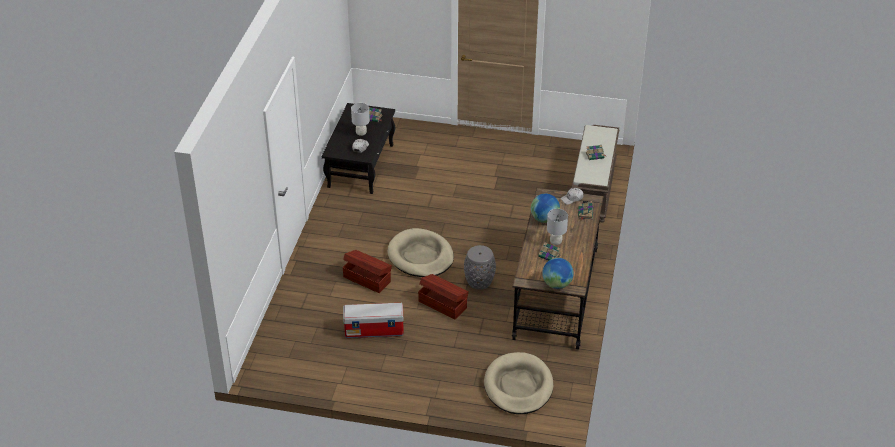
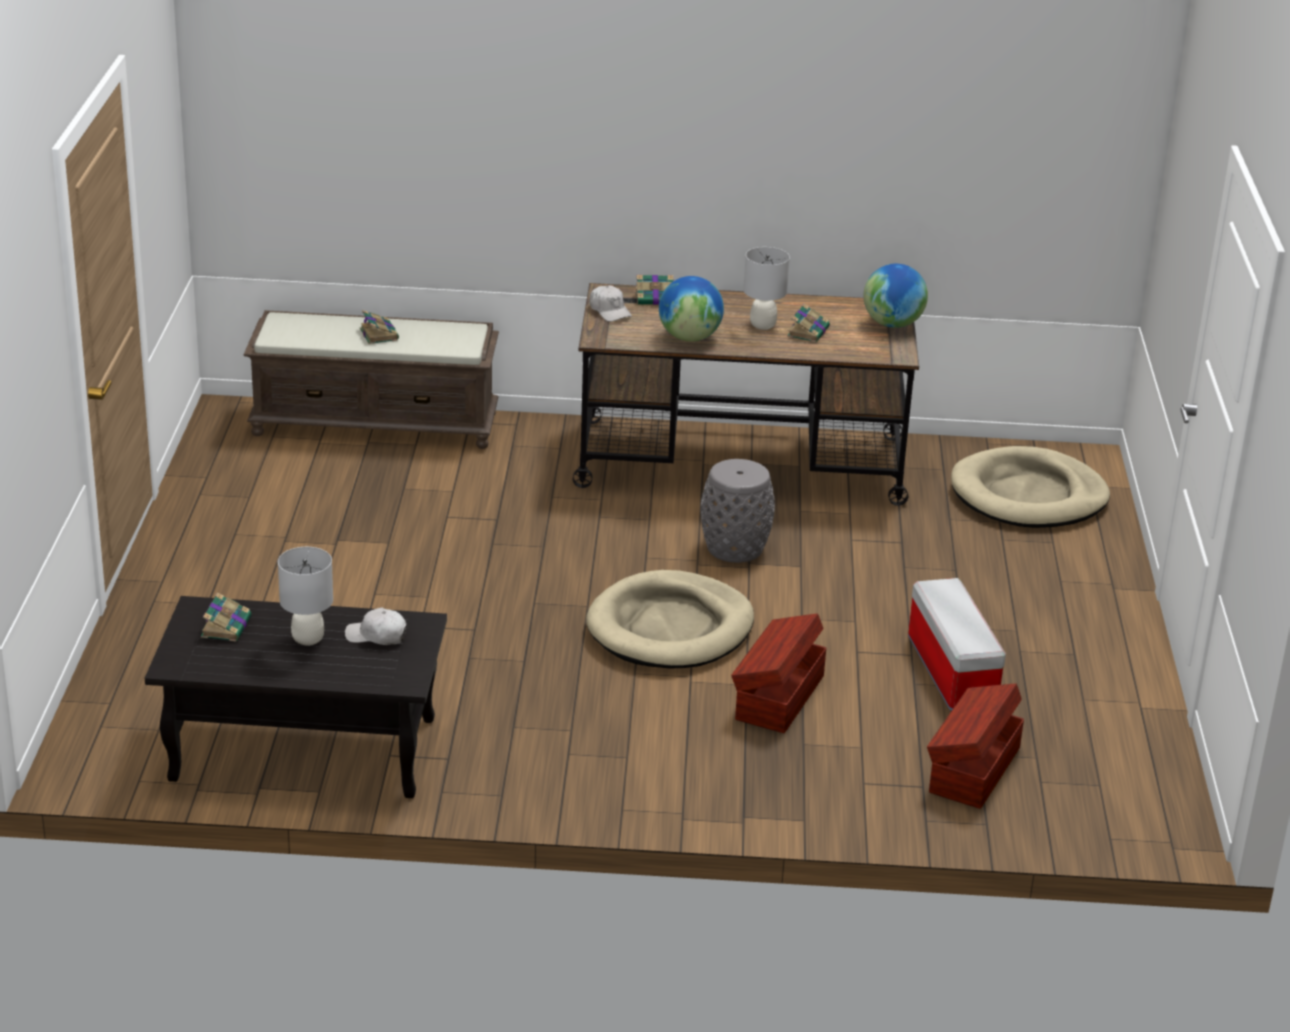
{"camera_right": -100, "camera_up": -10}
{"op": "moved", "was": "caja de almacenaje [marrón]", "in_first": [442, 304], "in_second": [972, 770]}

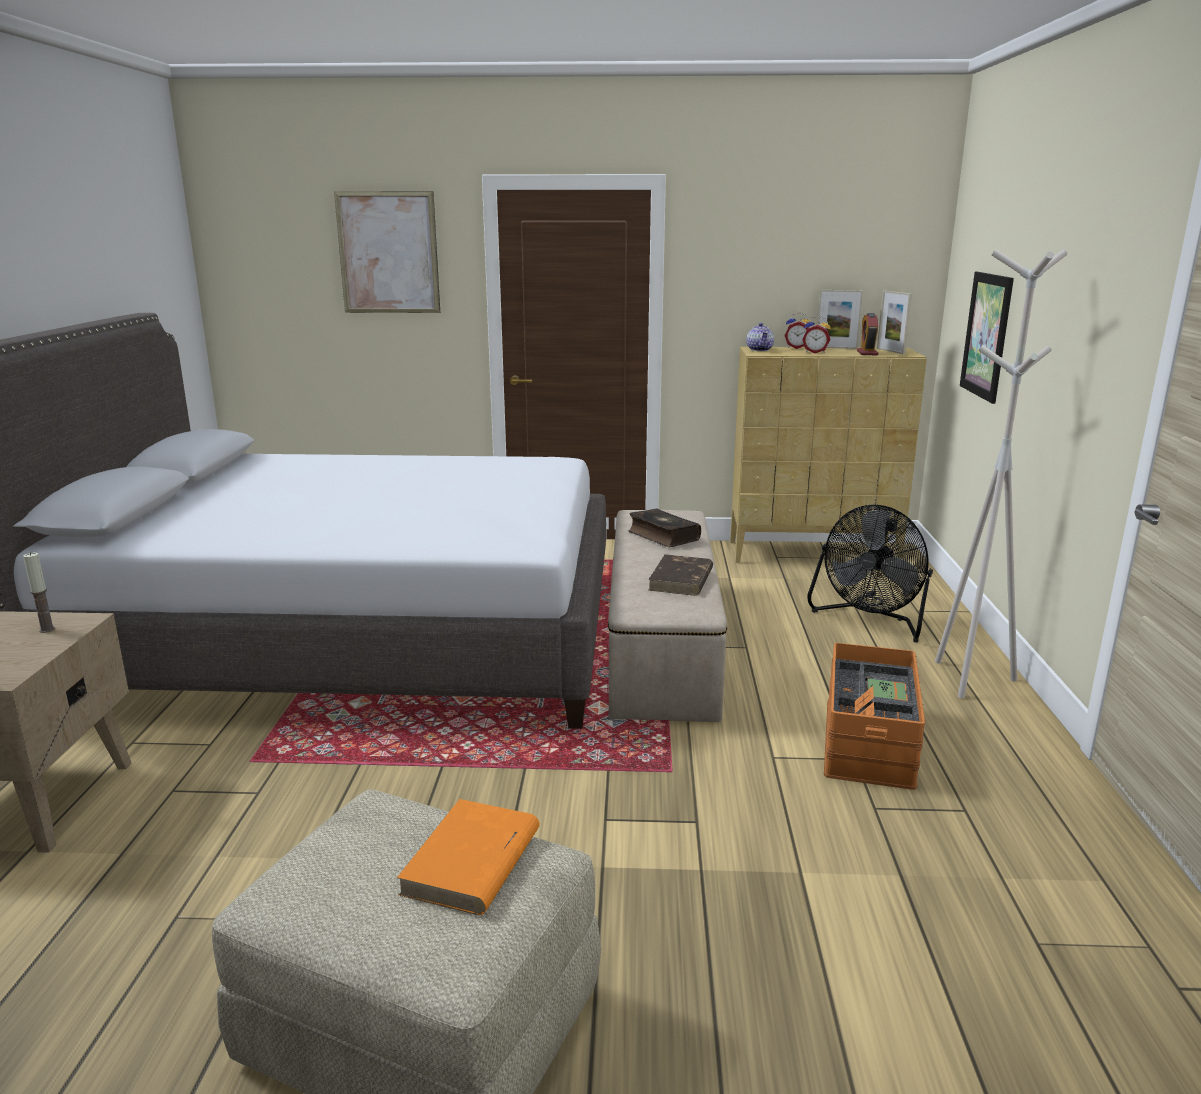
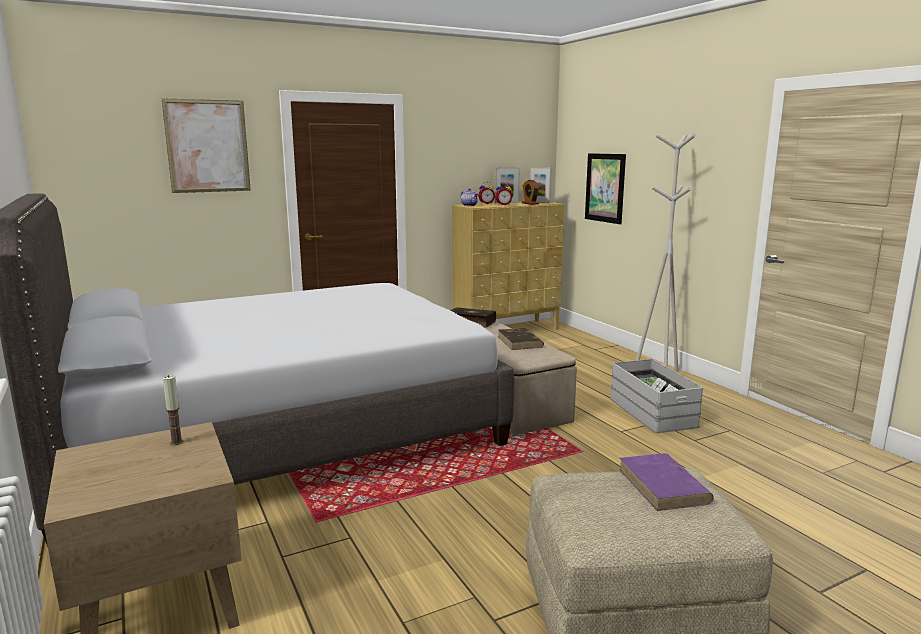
{"camera_right": -30, "camera_up": -5}
{"op": "removed", "was": "ventilador [negro]", "in_first": [869, 618]}
{"op": "recoloured", "was": "libro [naranja]", "now": "libro [morado]", "in_first": [471, 863], "in_second": [663, 486]}
{"op": "recoloured", "was": "caja de almacenaje [naranja]", "now": "caja de almacenaje [gris]", "in_first": [870, 741], "in_second": [653, 412]}

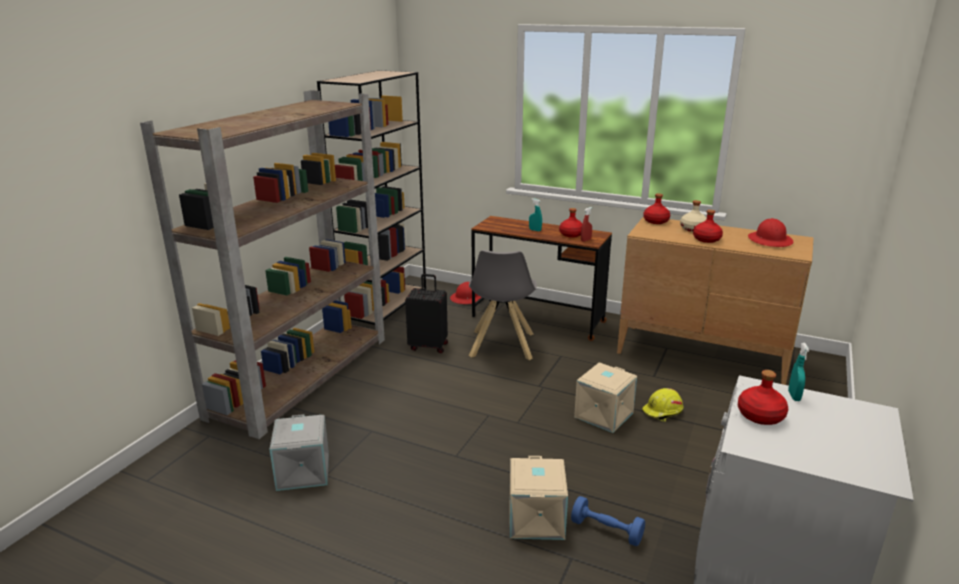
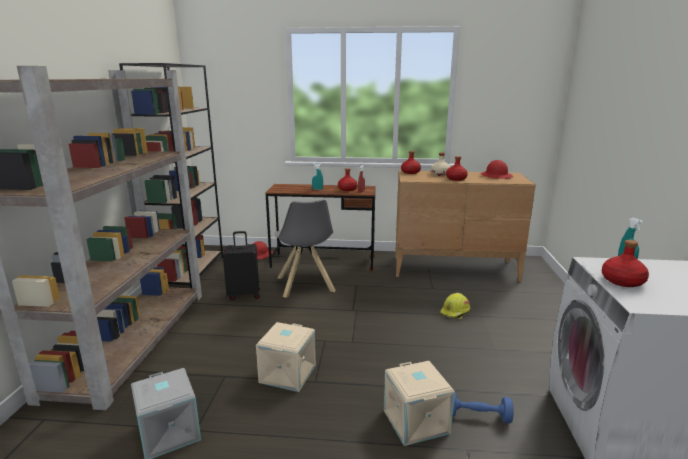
{"camera_right": -20, "camera_up": -5}
{"op": "moved", "was": "caja de almacenaje [beis]", "in_first": [603, 414], "in_second": [287, 373]}

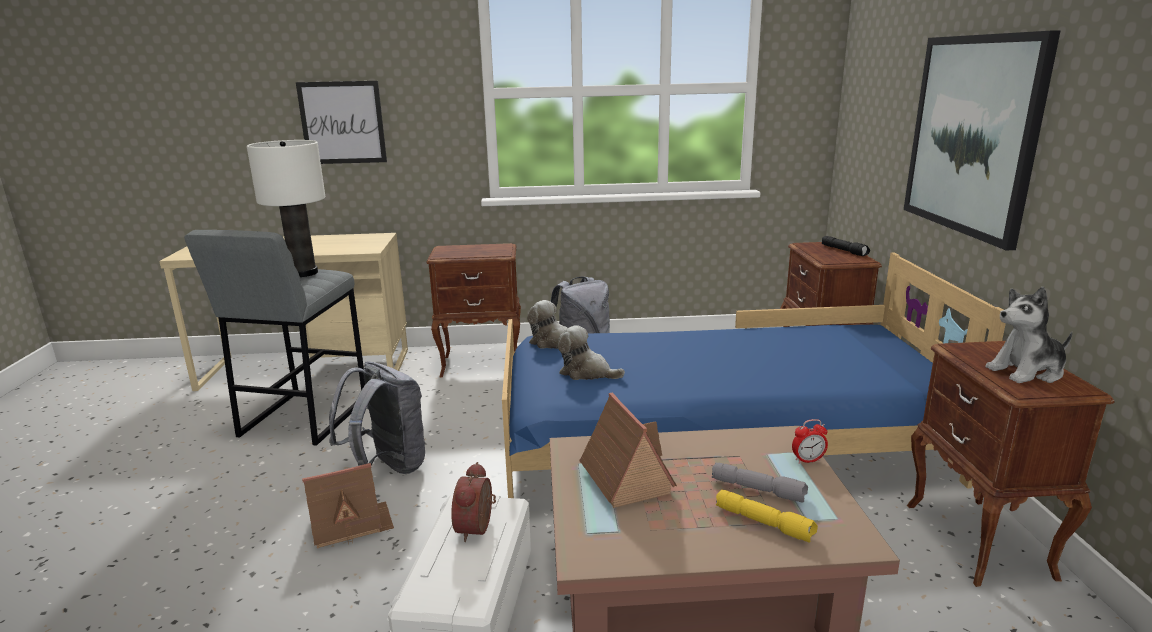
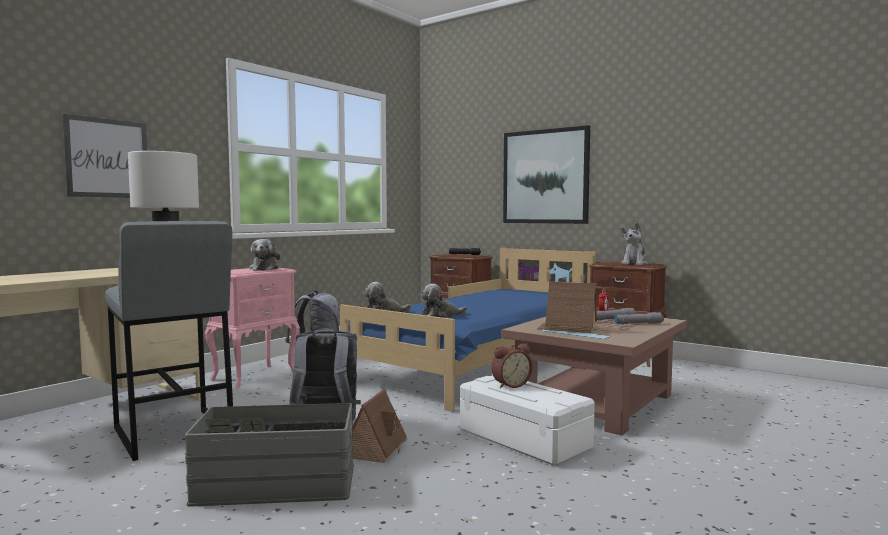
{"camera_right": -50, "camera_up": -15}
{"op": "added", "now": "caja de almacenaje [gris]", "in_second": [275, 484]}
{"op": "added", "now": "peluche", "in_second": [264, 269]}
{"op": "recoloured", "was": "mesita de noche [marrón]", "now": "mesita de noche [rosa]", "in_first": [481, 365], "in_second": [254, 376]}
{"op": "recoloured", "was": "linterna [amarillo]", "now": "linterna [gris]", "in_first": [765, 523], "in_second": [638, 324]}
{"op": "turned", "was": "despertador", "in_first": [478, 528], "in_second": [510, 385], "clockwise": -75}

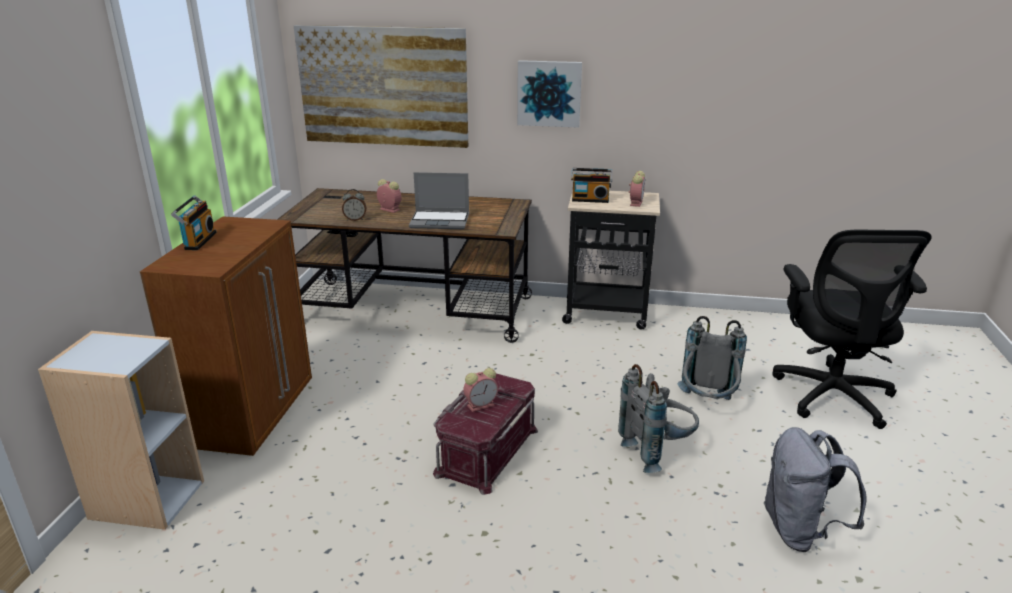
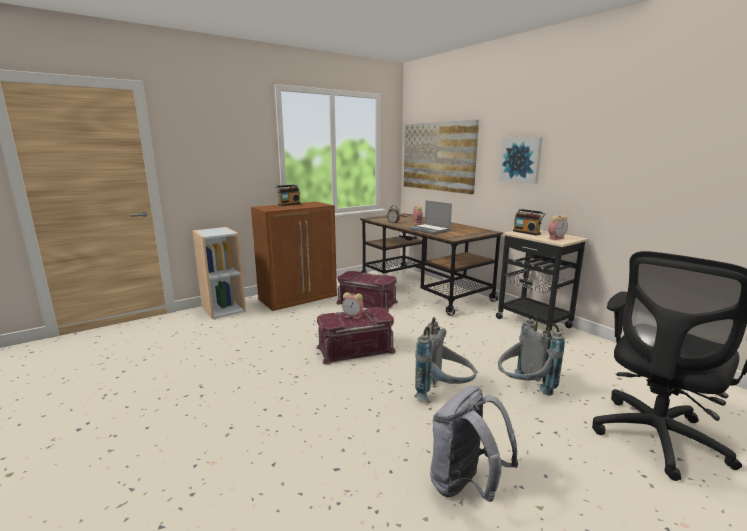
{"camera_right": 45, "camera_up": -10}
{"op": "added", "now": "caja de almacenaje [rojo]", "in_second": [367, 302]}

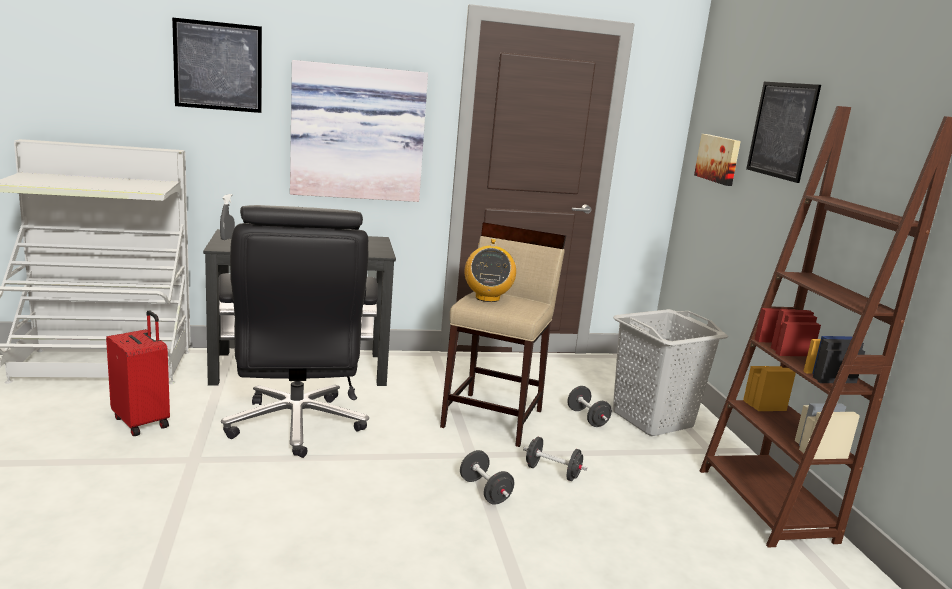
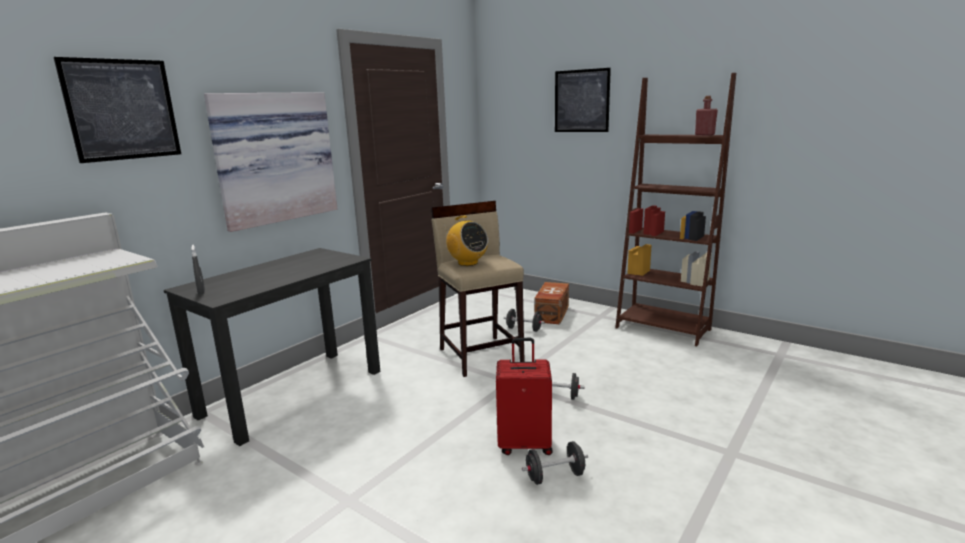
{"camera_right": -40, "camera_up": 0}
{"op": "removed", "was": "silla de oficina [negro]", "in_first": [296, 429]}
{"op": "removed", "was": "cuadro", "in_first": [719, 159]}
{"op": "added", "now": "botella [rojo]", "in_second": [704, 135]}
{"op": "moved", "was": "maleta [rojo]", "in_first": [142, 422], "in_second": [525, 444]}
{"op": "moved", "was": "mancuerna [negro]", "in_first": [552, 472], "in_second": [555, 476]}
{"op": "replaced", "was": "cesto de la ropa [gris]", "now": "caja de almacenaje [marrón]", "in_first": [651, 419], "in_second": [551, 314]}

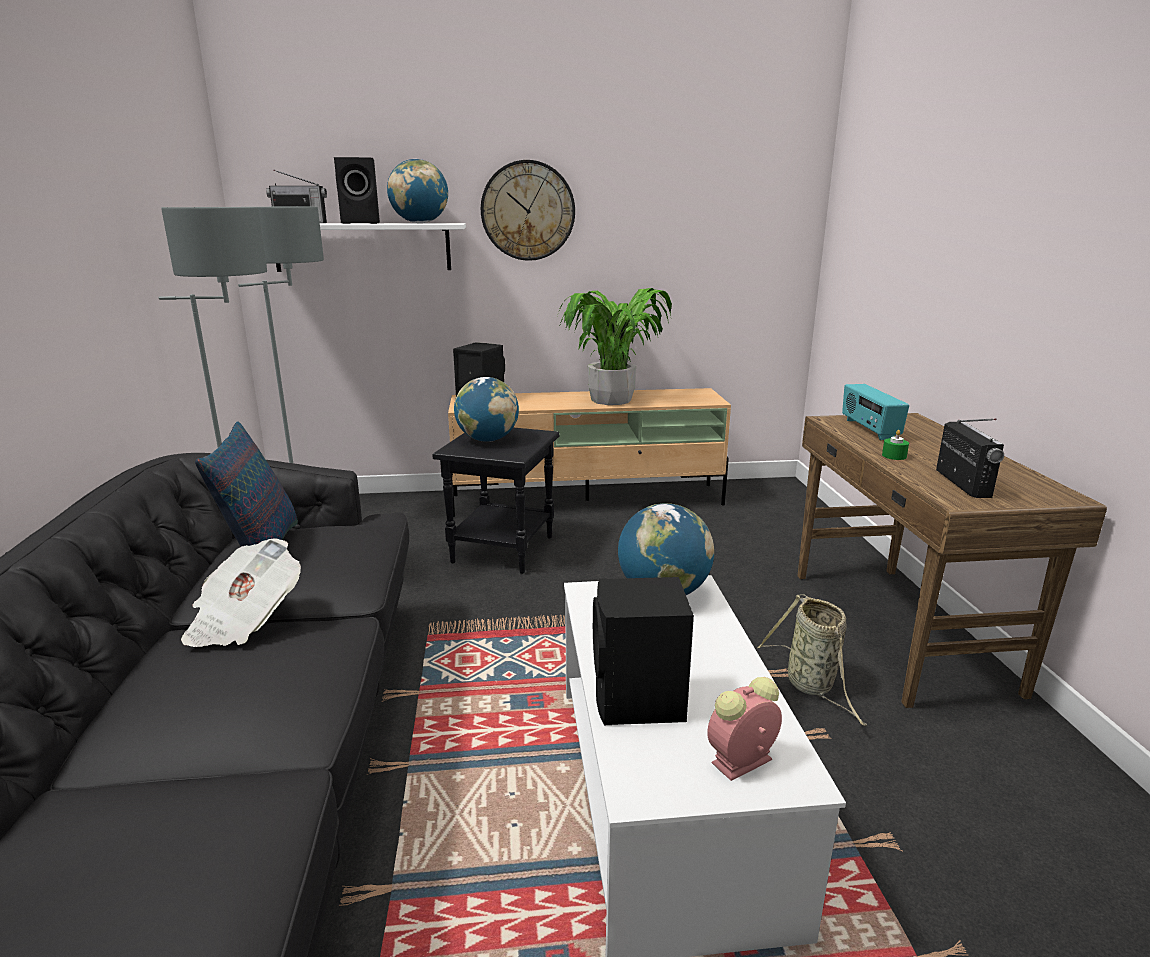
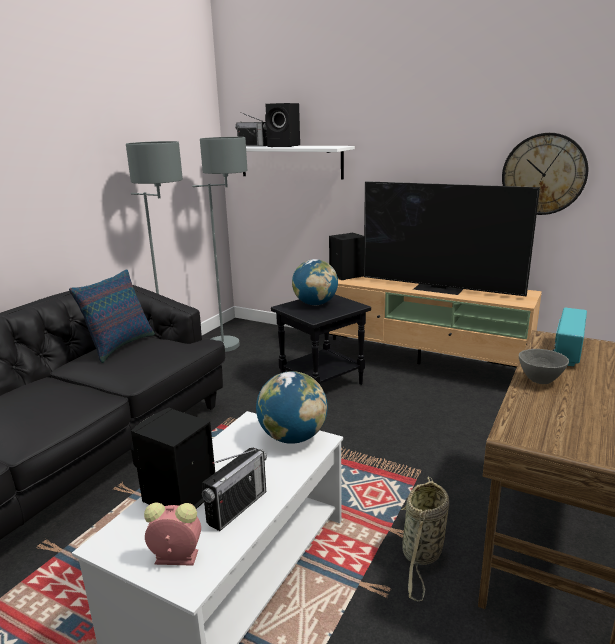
{"camera_right": 35, "camera_up": 0}
{"op": "removed", "was": "periódico", "in_first": [244, 620]}
{"op": "removed", "was": "globo terráqueo", "in_first": [420, 223]}
{"op": "moved", "was": "reloj de pared", "in_first": [528, 211], "in_second": [544, 174]}
{"op": "moved", "was": "radio", "in_first": [962, 484], "in_second": [237, 507]}
{"op": "replaced", "was": "planta en maceta", "now": "televisor", "in_first": [611, 400], "in_second": [439, 288]}
{"op": "replaced", "was": "vela [verde]", "now": "cuenco [gris]", "in_first": [894, 456], "in_second": [540, 381]}

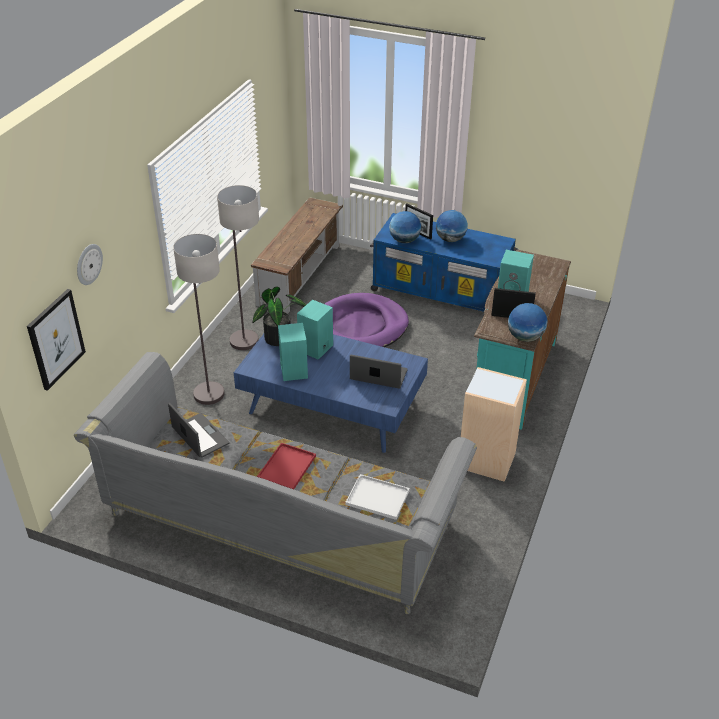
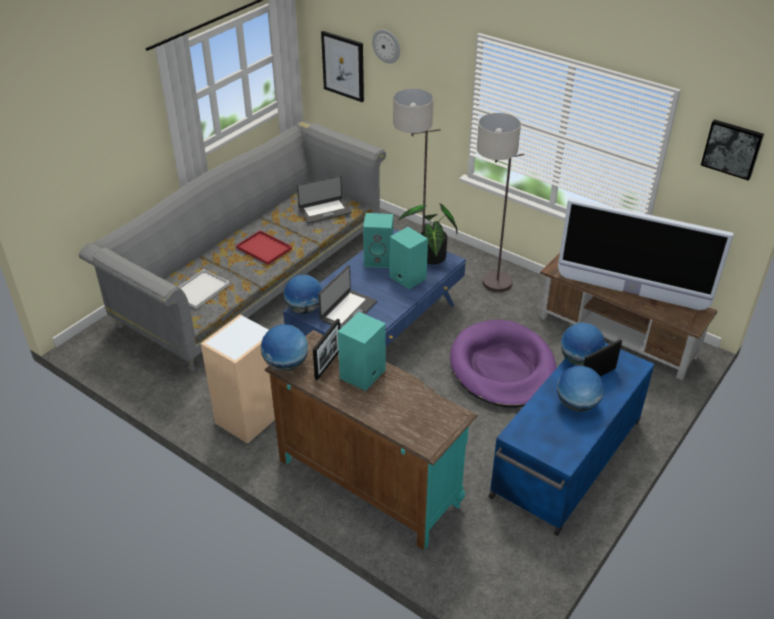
{"camera_right": 105, "camera_up": 0}
{"op": "added", "now": "globo terráqueo", "in_second": [304, 309]}
{"op": "added", "now": "televisor", "in_second": [631, 292]}
{"op": "added", "now": "cuadro", "in_second": [732, 148]}

